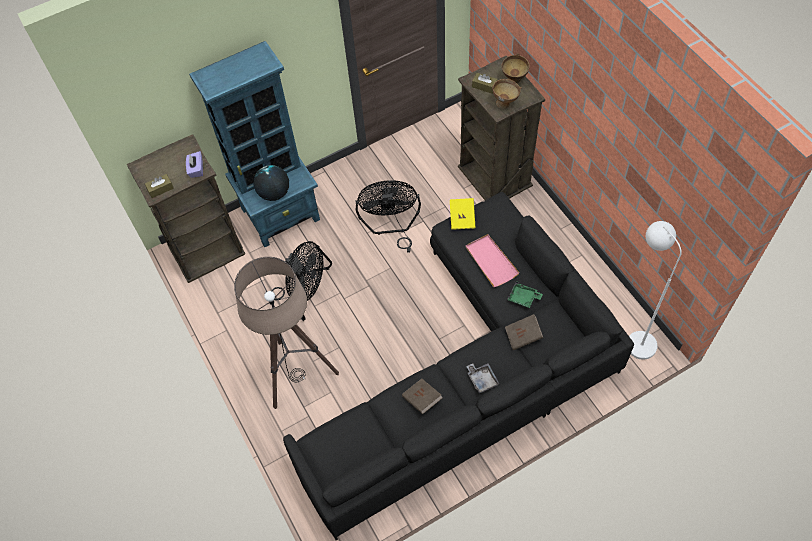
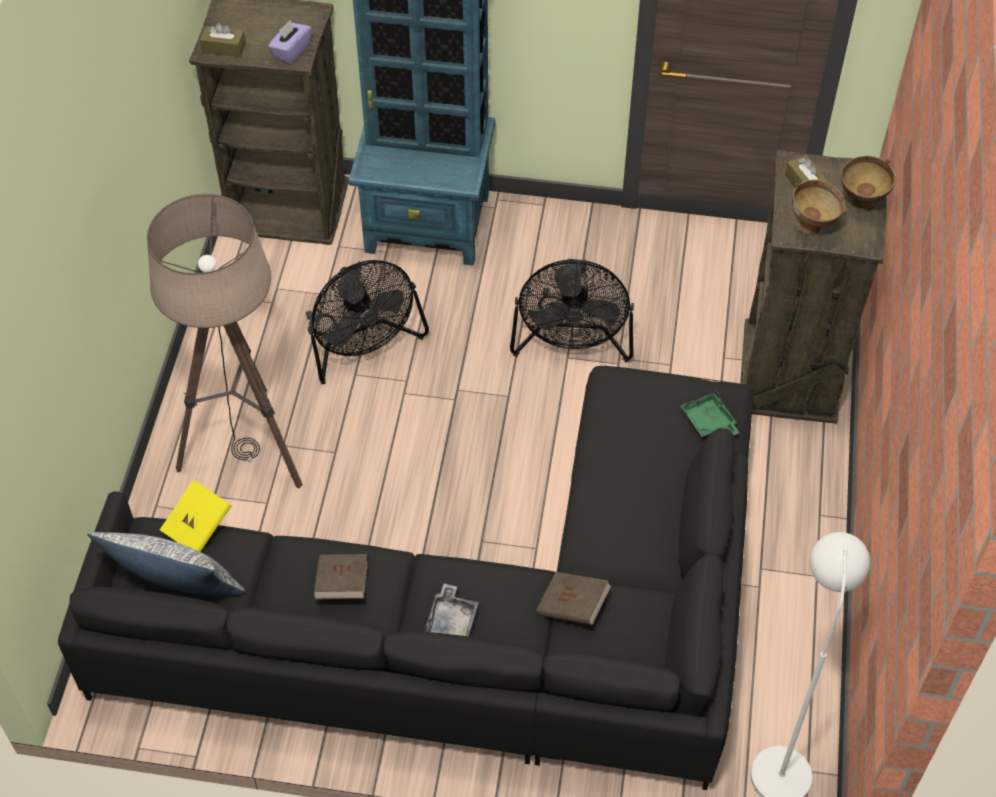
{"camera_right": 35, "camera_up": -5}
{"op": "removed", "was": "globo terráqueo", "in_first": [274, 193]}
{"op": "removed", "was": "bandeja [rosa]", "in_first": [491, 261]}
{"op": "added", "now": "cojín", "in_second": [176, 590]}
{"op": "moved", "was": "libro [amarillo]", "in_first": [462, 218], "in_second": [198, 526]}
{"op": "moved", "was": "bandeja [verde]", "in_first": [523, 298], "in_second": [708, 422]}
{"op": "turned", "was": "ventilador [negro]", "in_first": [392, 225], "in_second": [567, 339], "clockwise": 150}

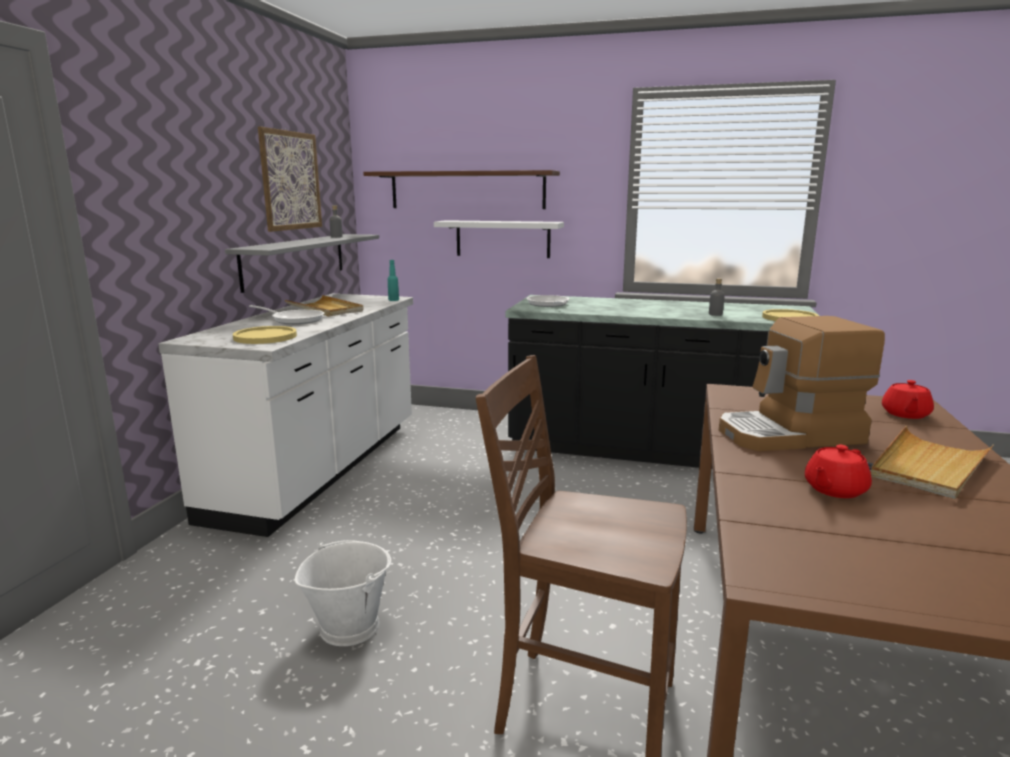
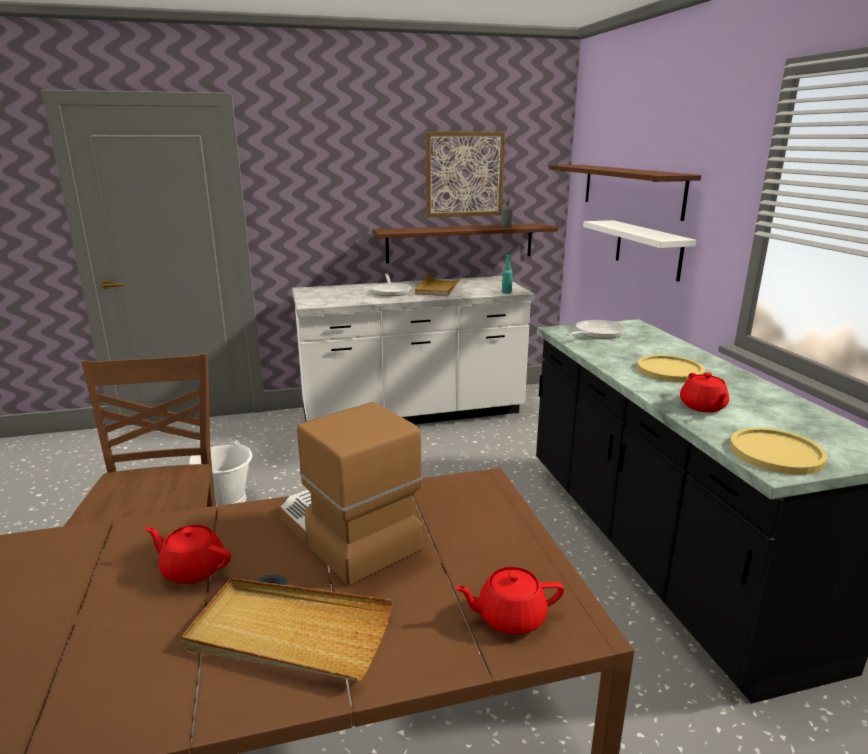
{"camera_right": 60, "camera_up": 5}
{"op": "moved", "was": "plato [amarillo]", "in_first": [265, 337], "in_second": [669, 370]}
{"op": "replaced", "was": "botella [gris]", "now": "tetera [rojo]", "in_first": [715, 314], "in_second": [702, 407]}
{"op": "recoloured", "was": "estante [gris]", "now": "estante [marrón]", "in_first": [295, 260], "in_second": [460, 242]}

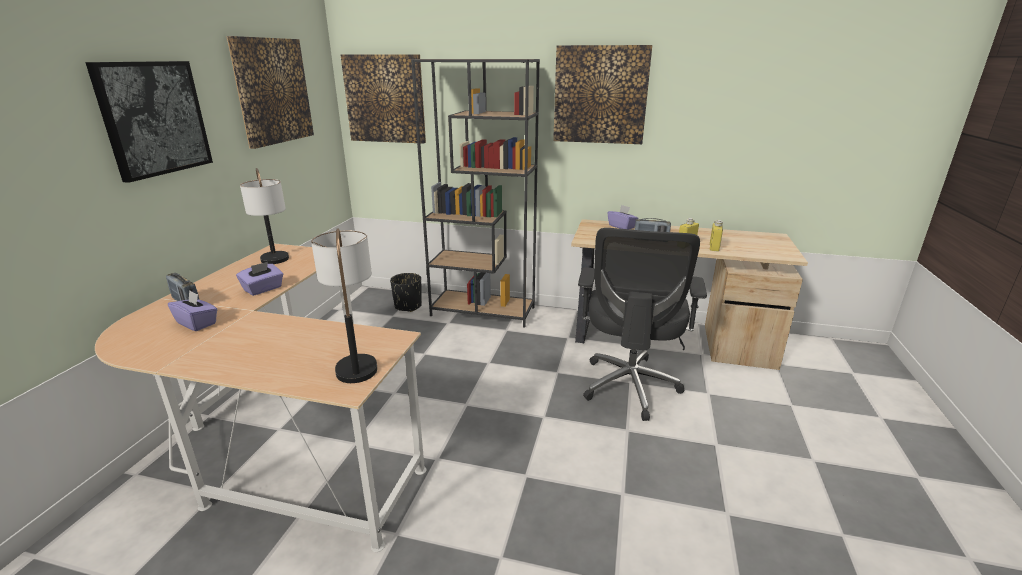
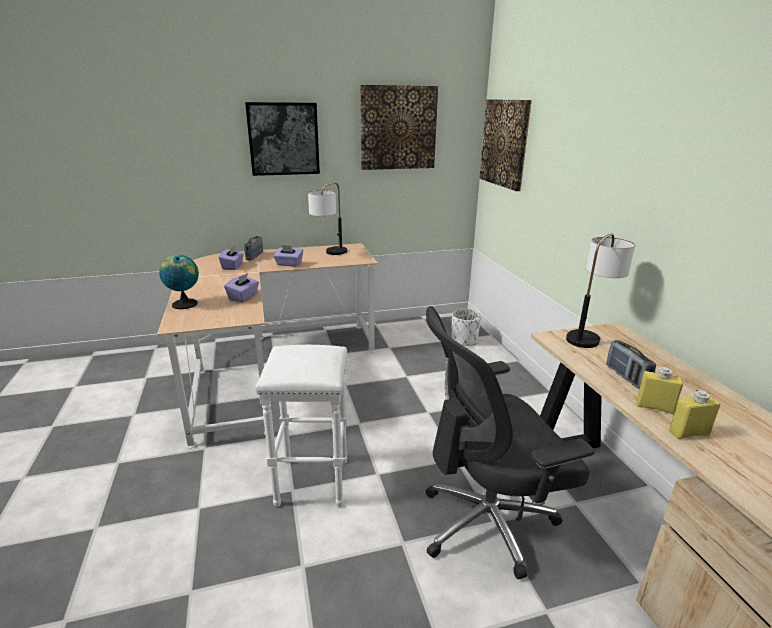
{"camera_right": 60, "camera_up": 0}
{"op": "removed", "was": "estantería", "in_first": [483, 311]}
{"op": "removed", "was": "cuadro", "in_first": [600, 95]}
{"op": "added", "now": "globo terráqueo", "in_second": [184, 304]}
{"op": "added", "now": "taburete [blanco]", "in_second": [310, 482]}
{"op": "moved", "was": "lámpara de mesa", "in_first": [356, 358], "in_second": [589, 334]}
{"op": "moved", "was": "caja de pañuelos [morado]", "in_first": [622, 226], "in_second": [243, 297]}
{"op": "recoloured", "was": "maceta [negro]", "now": "maceta [blanco]", "in_first": [408, 306], "in_second": [464, 341]}

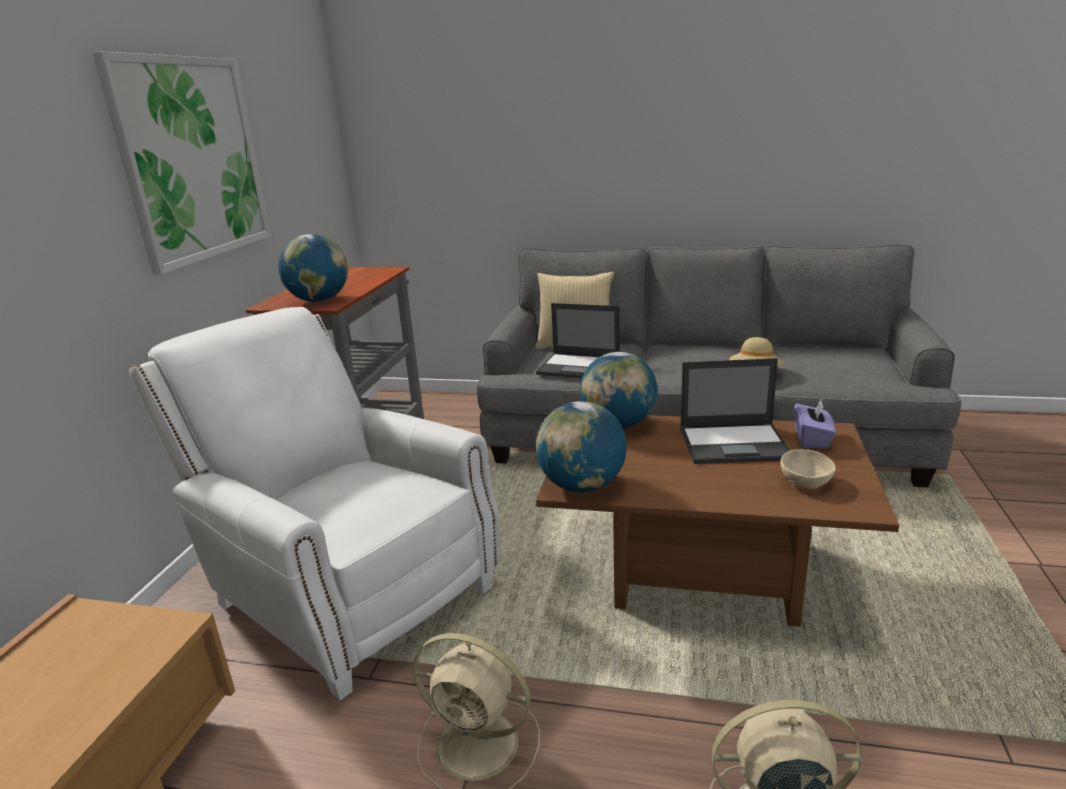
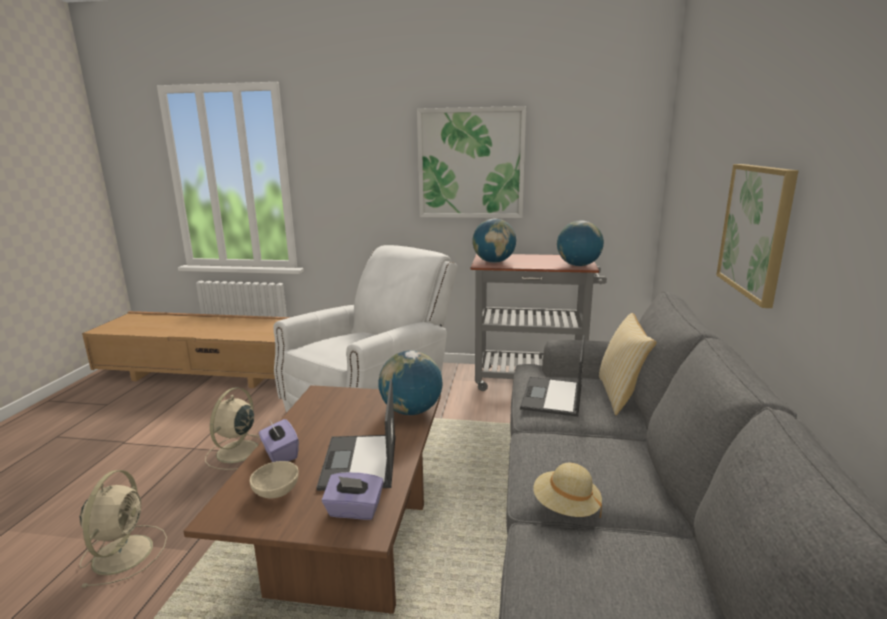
{"camera_right": 85, "camera_up": -5}
{"op": "added", "now": "caja de pañuelos [morado]", "in_second": [280, 454]}
{"op": "added", "now": "cuadro", "in_second": [756, 230]}
{"op": "moved", "was": "globo terráqueo", "in_first": [582, 486], "in_second": [578, 265]}

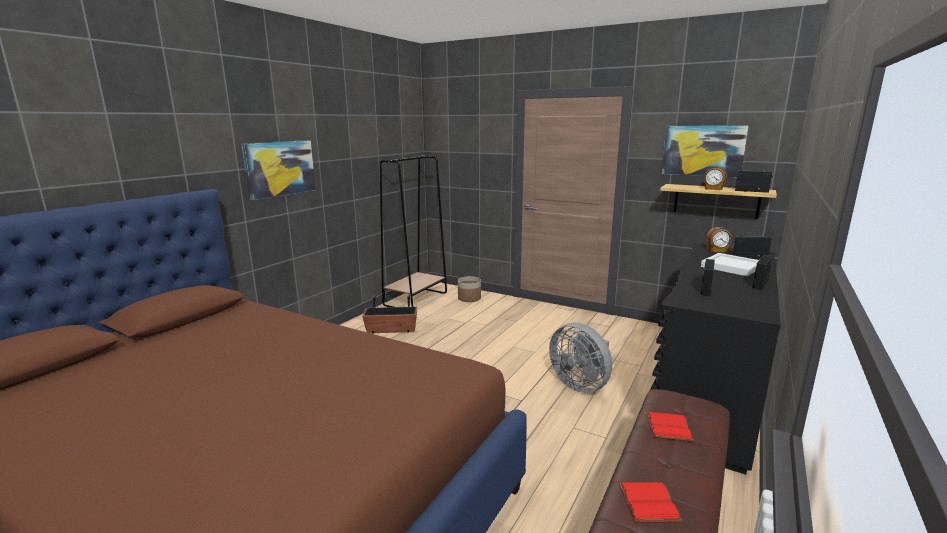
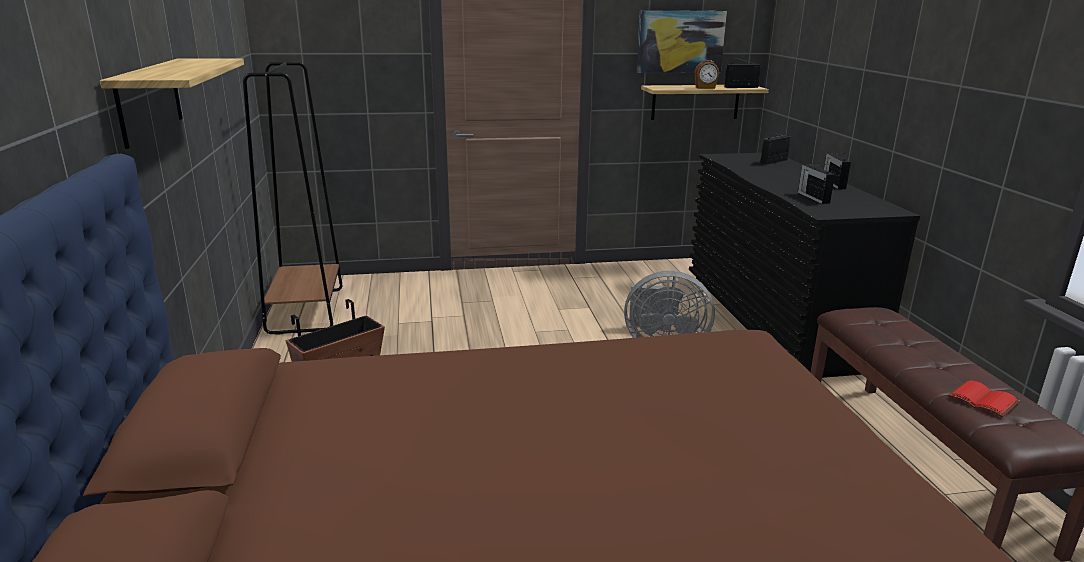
{"camera_right": -40, "camera_up": 5}
{"op": "removed", "was": "maceta", "in_first": [469, 298]}
{"op": "removed", "was": "libro [rojo]", "in_first": [670, 428]}
{"op": "removed", "was": "bandeja [blanco]", "in_first": [732, 266]}
{"op": "removed", "was": "despertador", "in_first": [716, 250]}
{"op": "replaced", "was": "cuadro", "now": "estante", "in_first": [280, 168], "in_second": [149, 100]}

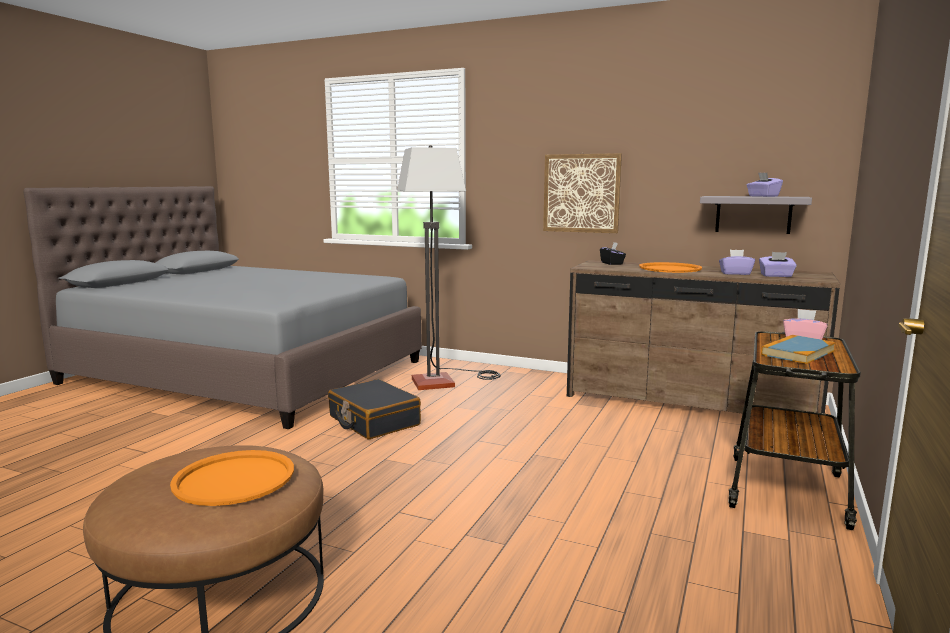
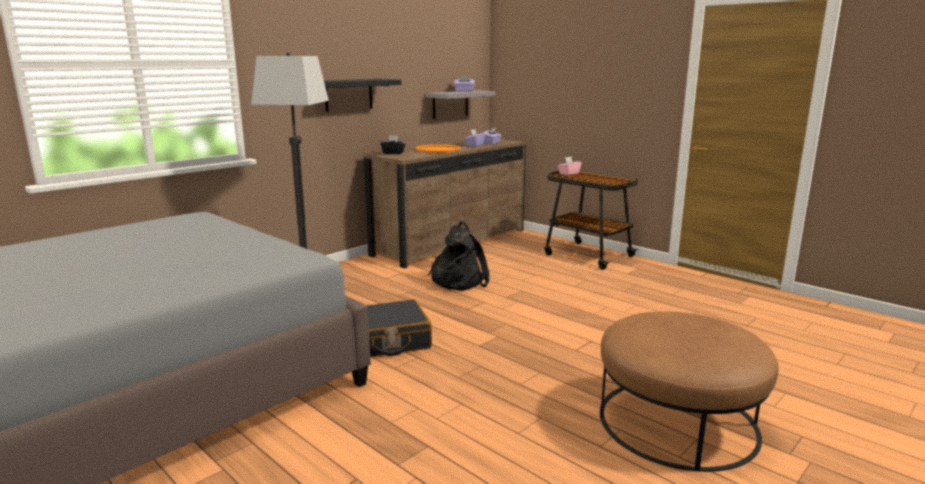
{"camera_right": -70, "camera_up": 5}
{"op": "removed", "was": "bandeja [naranja]", "in_first": [234, 479]}
{"op": "removed", "was": "libro", "in_first": [797, 353]}
{"op": "added", "now": "mochila [negro]", "in_second": [458, 281]}
{"op": "replaced", "was": "cuadro", "now": "estante [negro]", "in_first": [581, 192], "in_second": [348, 94]}

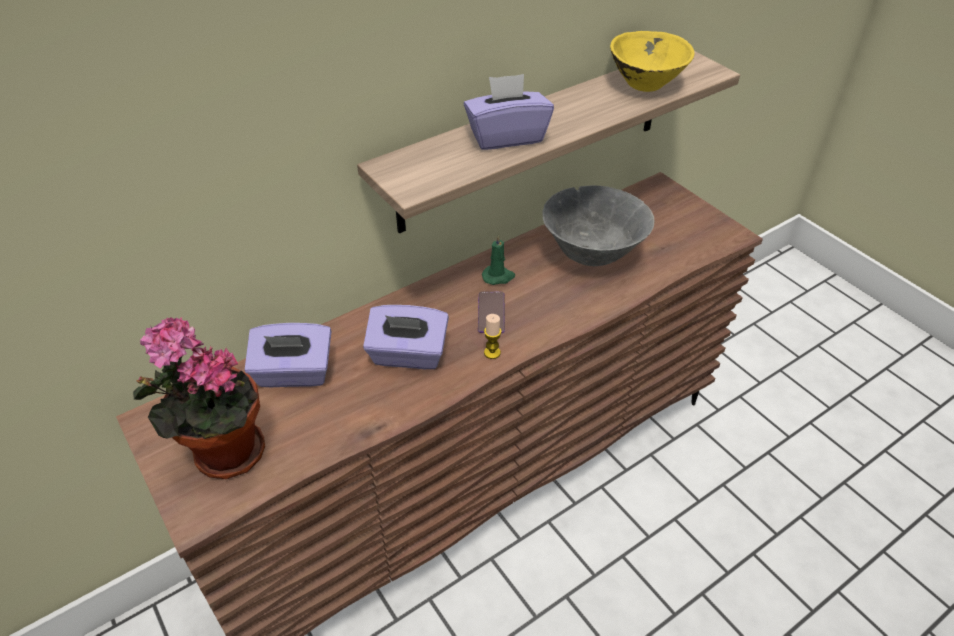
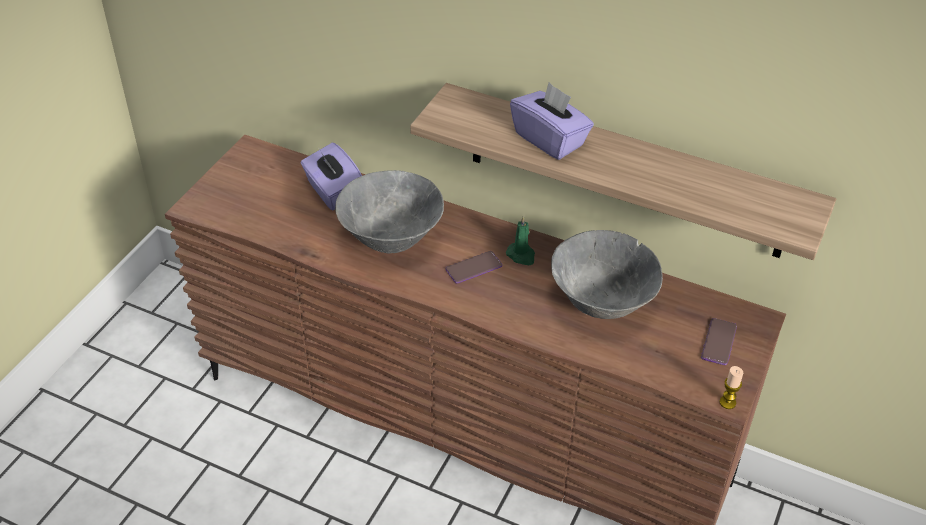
{"camera_right": 60, "camera_up": 0}
{"op": "removed", "was": "planta en maceta", "in_first": [223, 453]}
{"op": "removed", "was": "cuenco [amarillo]", "in_first": [646, 84]}
{"op": "added", "now": "móvil", "in_second": [718, 342]}
{"op": "moved", "was": "vela", "in_first": [492, 353], "in_second": [727, 402]}
{"op": "replaced", "was": "caja de pañuelos [morado]", "now": "cuenco [gris]", "in_first": [408, 355], "in_second": [392, 240]}

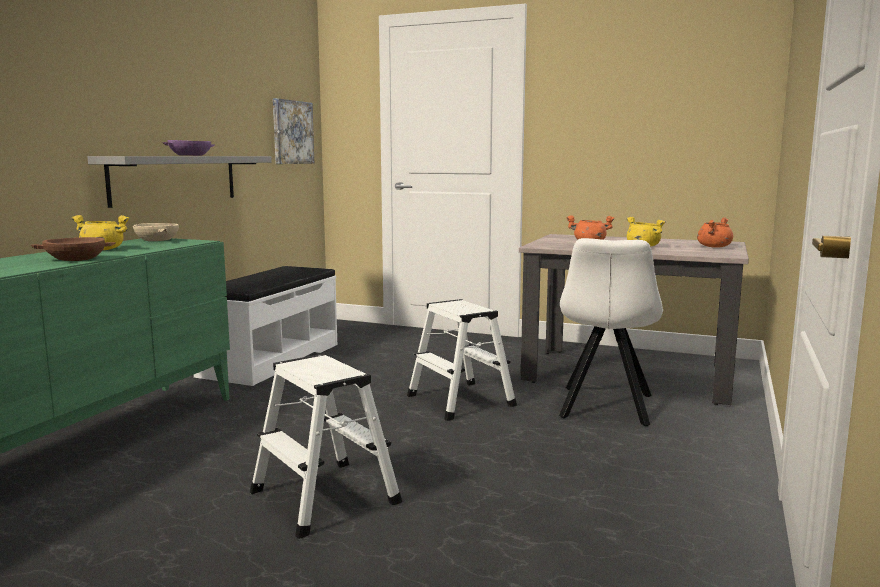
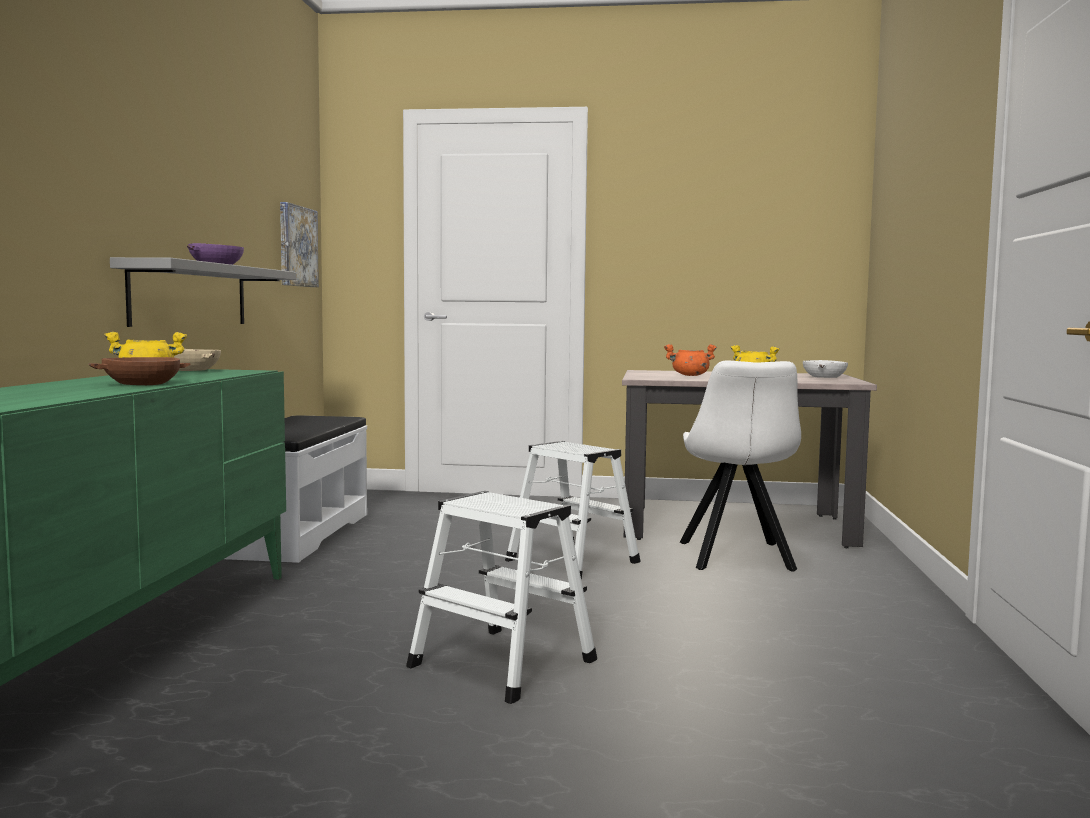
{"camera_right": -15, "camera_up": -5}
{"op": "replaced", "was": "olla [naranja]", "now": "cuenco [blanco]", "in_first": [714, 247], "in_second": [824, 377]}

